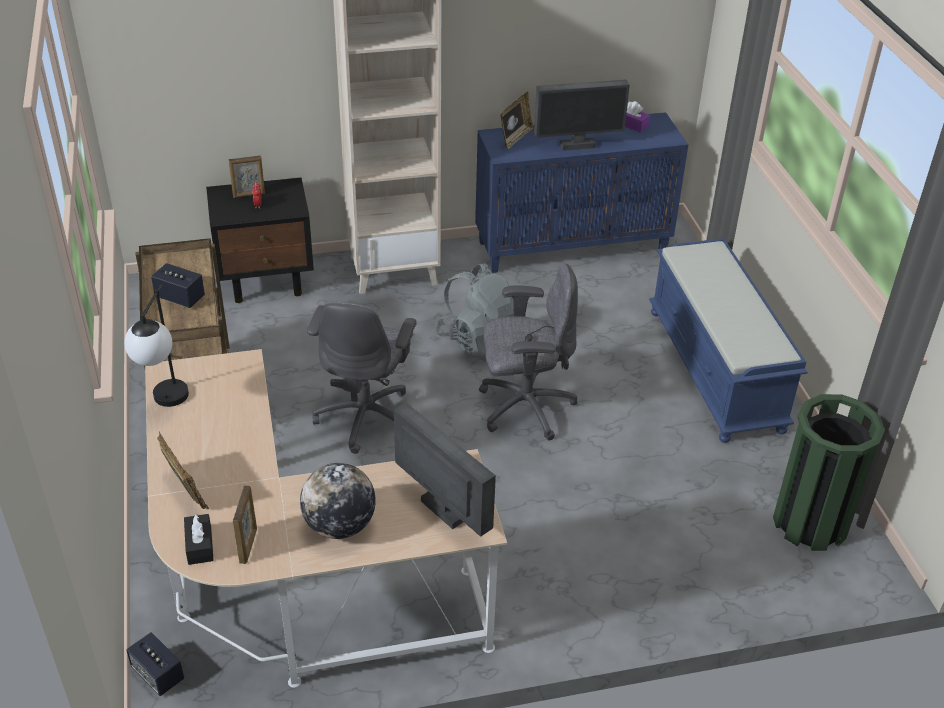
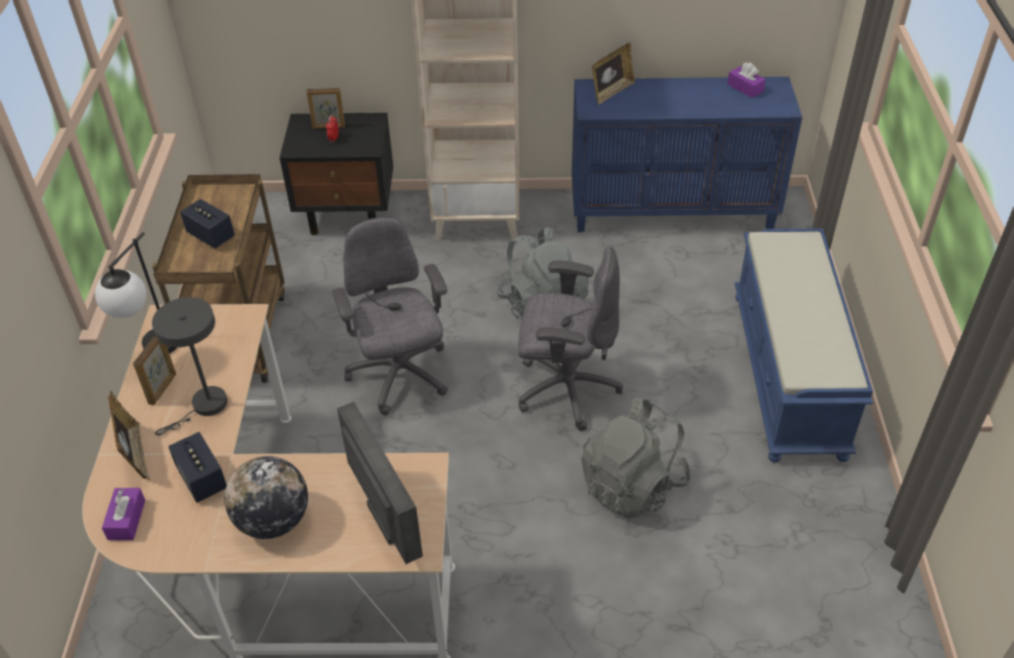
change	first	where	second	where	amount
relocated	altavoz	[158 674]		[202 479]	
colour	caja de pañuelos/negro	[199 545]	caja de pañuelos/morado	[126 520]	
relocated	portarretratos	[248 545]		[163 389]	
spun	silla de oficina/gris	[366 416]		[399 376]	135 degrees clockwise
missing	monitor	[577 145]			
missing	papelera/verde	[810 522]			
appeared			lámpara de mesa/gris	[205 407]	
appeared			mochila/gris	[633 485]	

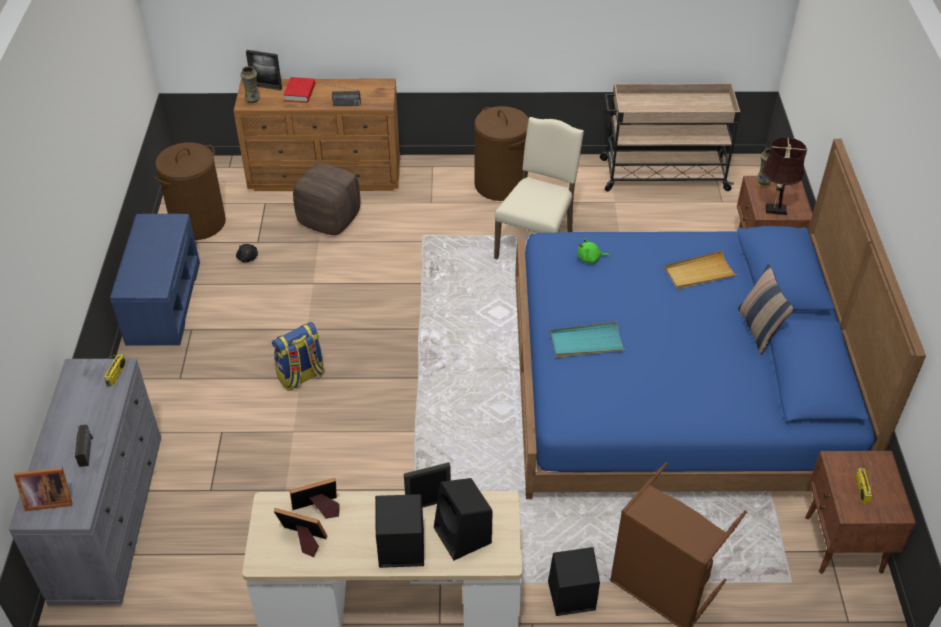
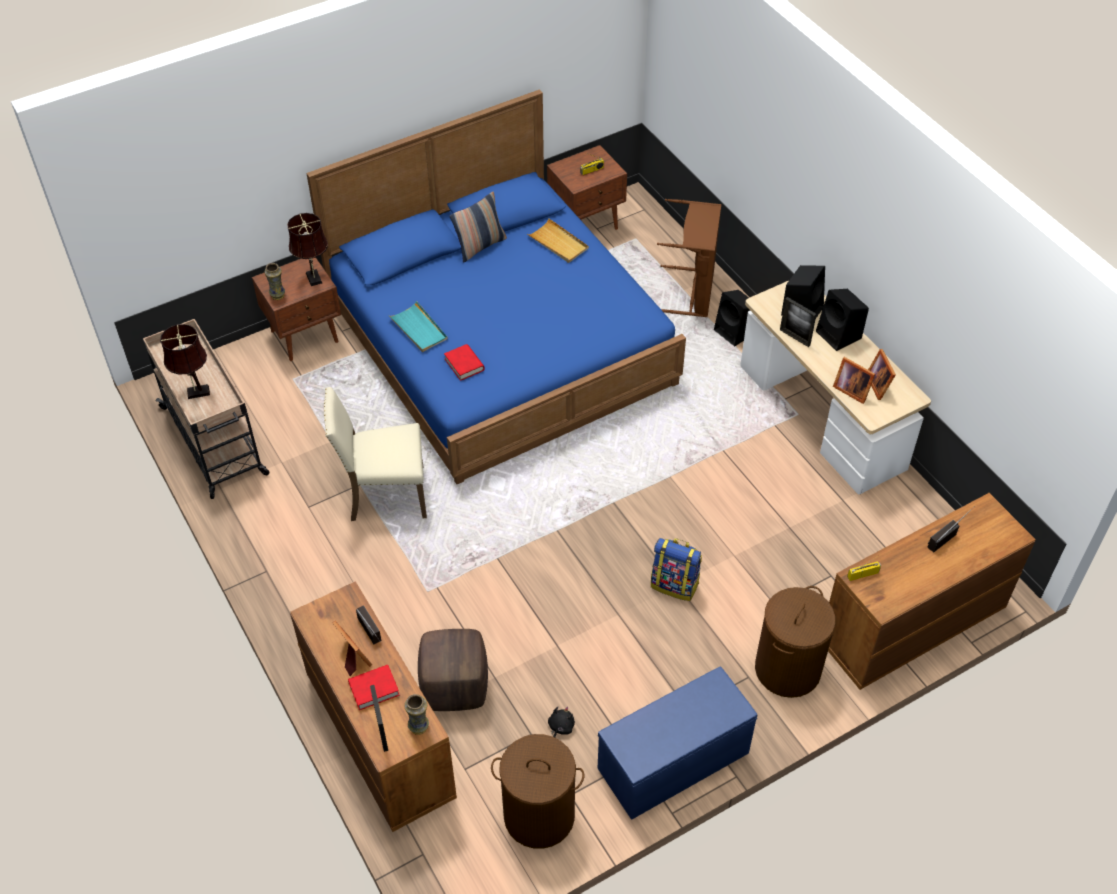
change	first	where	second	where	amount
colour	cómoda/gris	[109 517]	cómoda/marrón	[911 626]	
relocated	portarretratos	[48 499]		[352 658]	
relocated	cesto de la ropa/marrón	[500 185]		[787 669]	
relocated	bandeja/turquesa	[586 342]		[418 329]	
exchanged	peluche/verde	[590 259]	libro/rojo	[464 364]	
relocated	bandeja/beis	[699 273]		[558 243]	
appeared			lámpara de mesa/marrón	[196 392]	

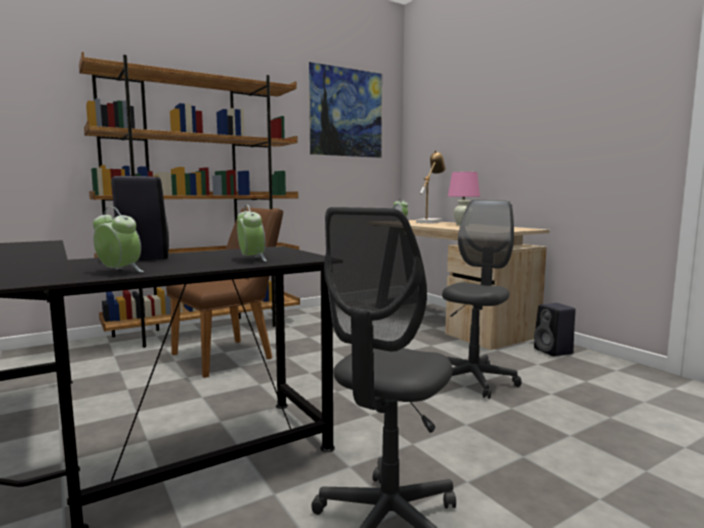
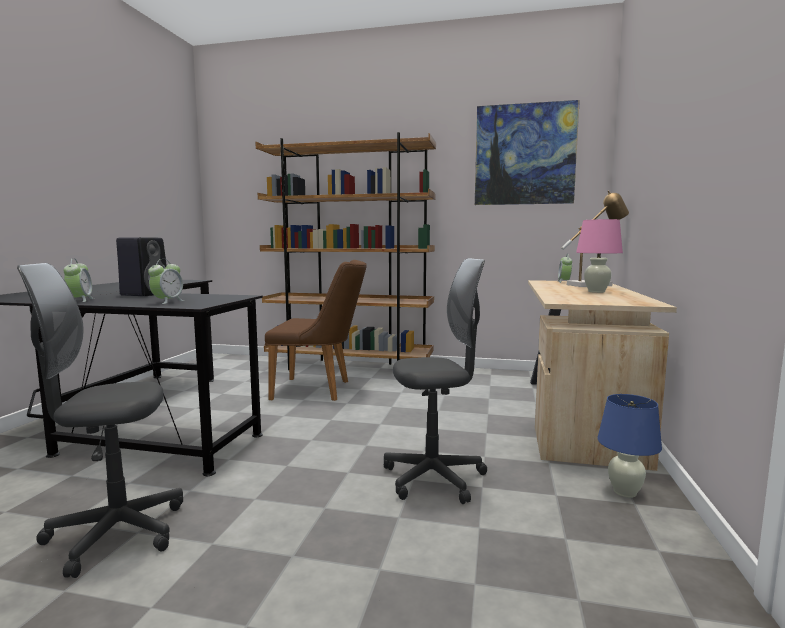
change	first	where	second	where	amount
exchanged	altavoz/negro	[554 351]	lámpara de mesa/azul	[625 492]	

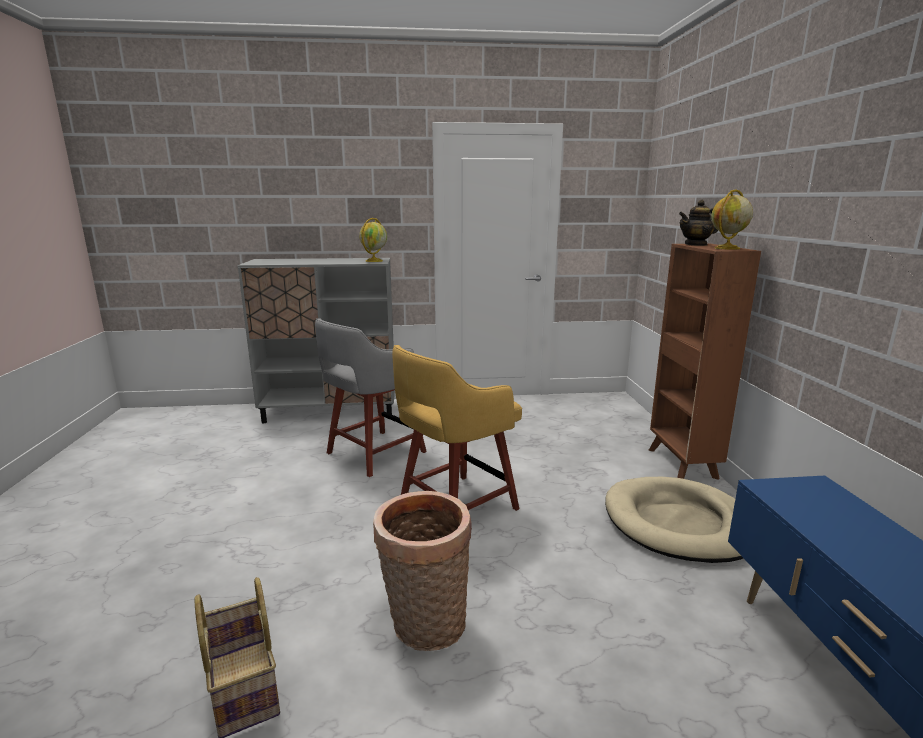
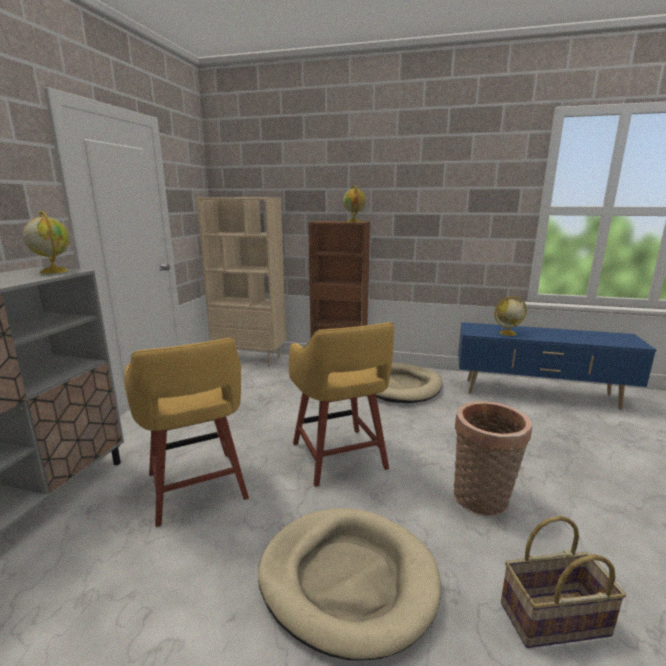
change	first	where	second	where	amount
colour	taburete/gris	[373 453]	taburete/amarillo	[196 488]	
missing	tetera	[696 244]			
appeared			estantería/beis	[250 358]	
appeared			cama para perro/beis	[347 580]	
appeared			globo terráqueo	[507 333]	

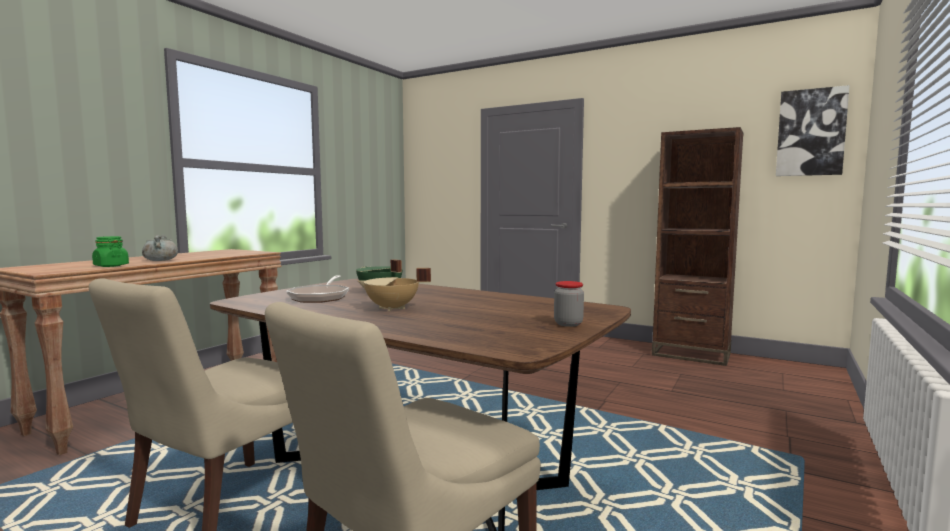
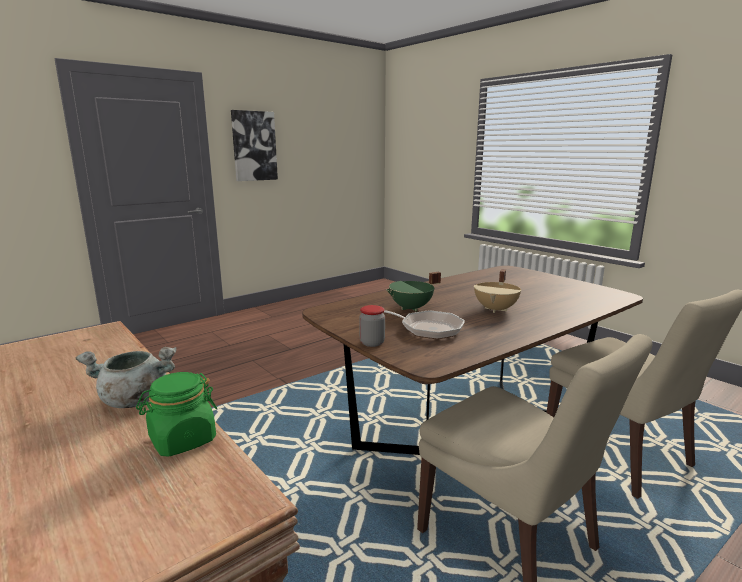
change	first	where	second	where	amount
relocated	tarro	[568 324]		[372 343]	
missing	estantería/marrón	[691 354]			
relocated	cuadro	[810 132]		[254 146]	

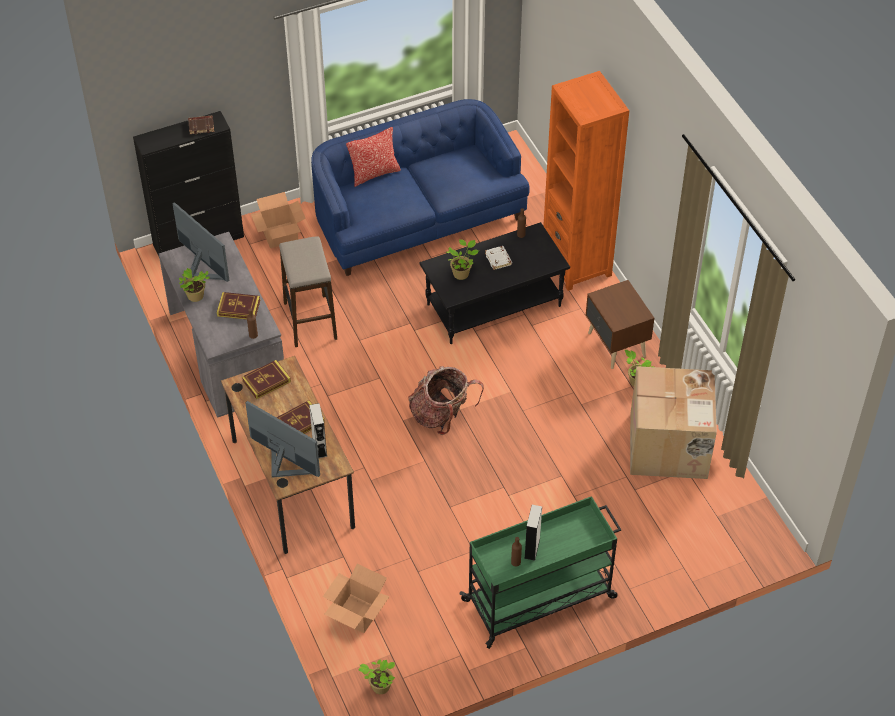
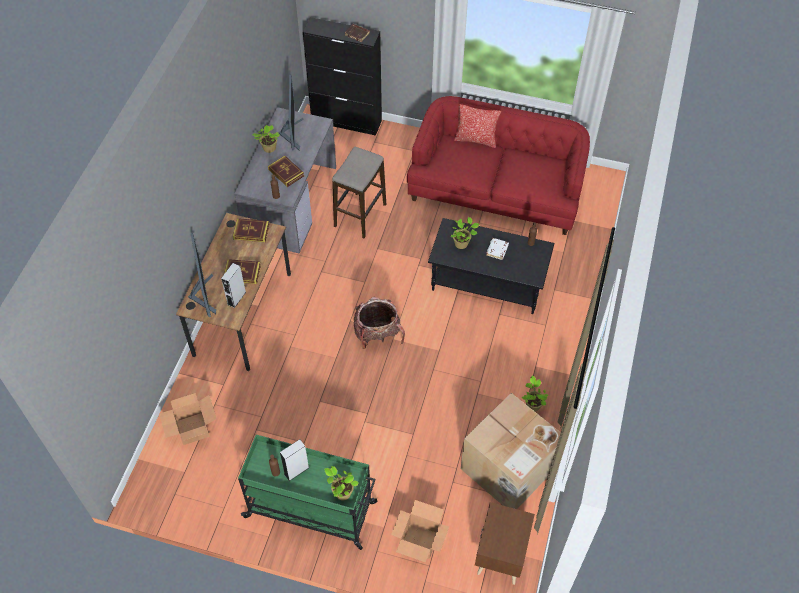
change	first	where	second	where	amount
relocated	caja de cartón	[280 234]		[420 541]	
colour	sofá/azul	[417 218]	sofá/rojo	[496 190]	
relocated	planta en maceta	[379 687]		[341 492]	
missing	estantería/naranja	[576 263]			
relocated	mesita de noche/marrón	[616 346]		[500 556]	

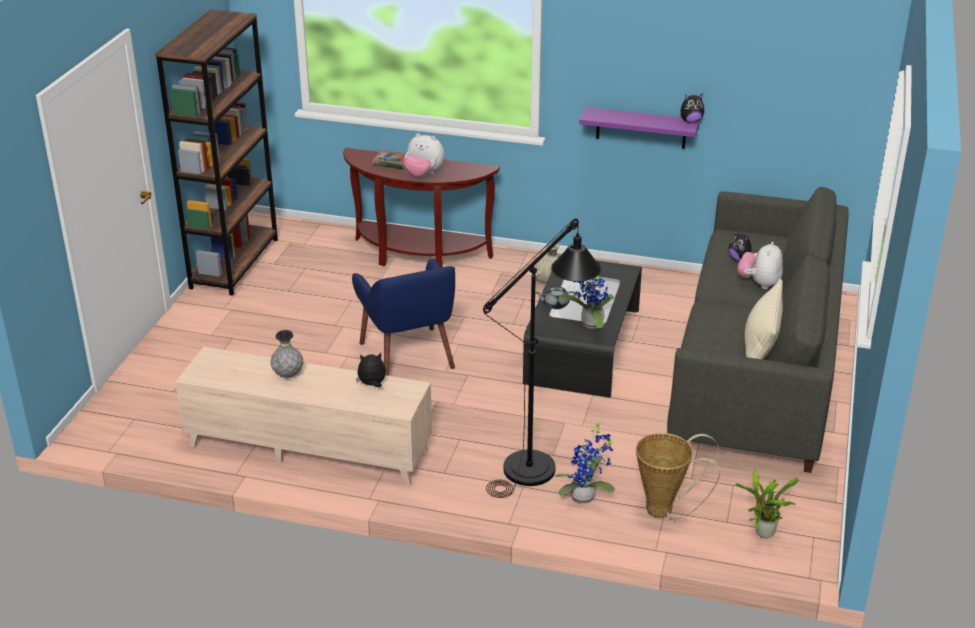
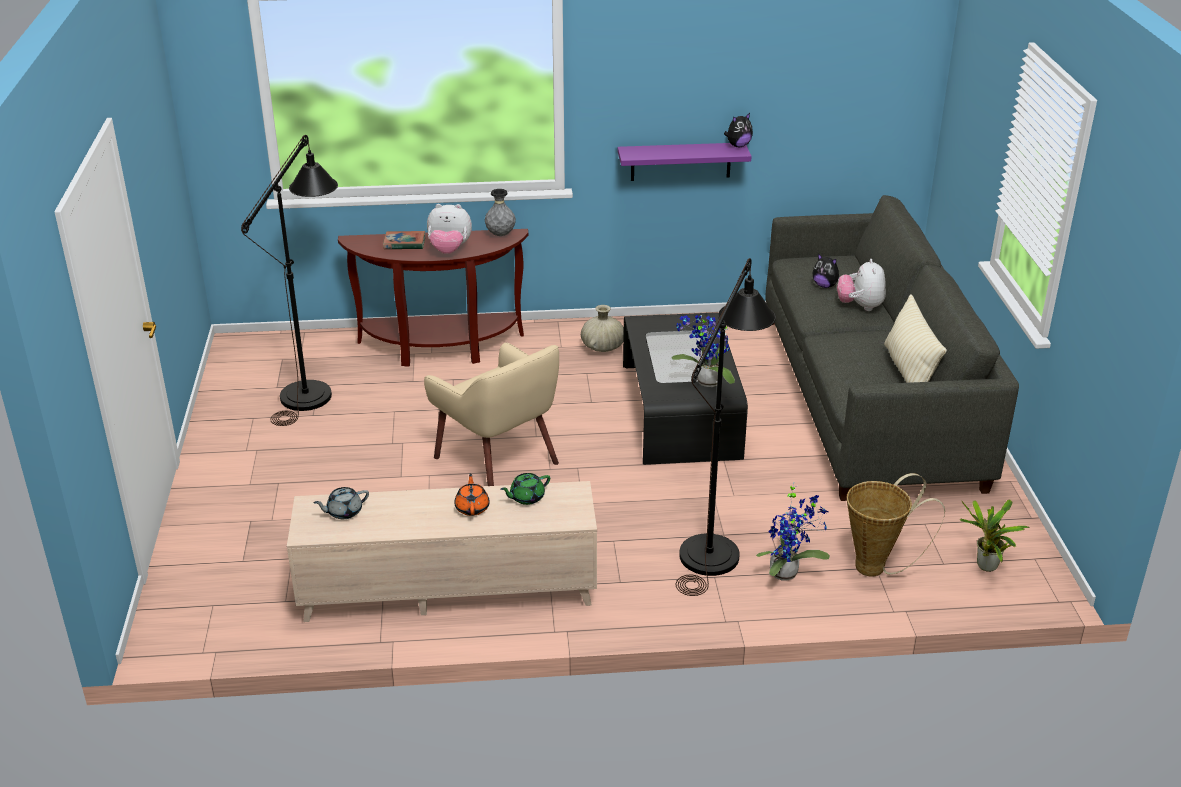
change	first	where	second	where	amount
missing	estantería/marrón	[234 263]			
relocated	florero/gris	[288 375]		[500 234]	
colour	sillón/azul	[408 356]	sillón/beis	[498 460]	
exchanged	peluche	[372 384]	tetera/verde	[526 497]	
relocated	tetera/gris	[555 304]		[343 512]	
appeared			lámpara de pie/negro	[314 389]	
appeared			tetera/naranja	[472 507]	

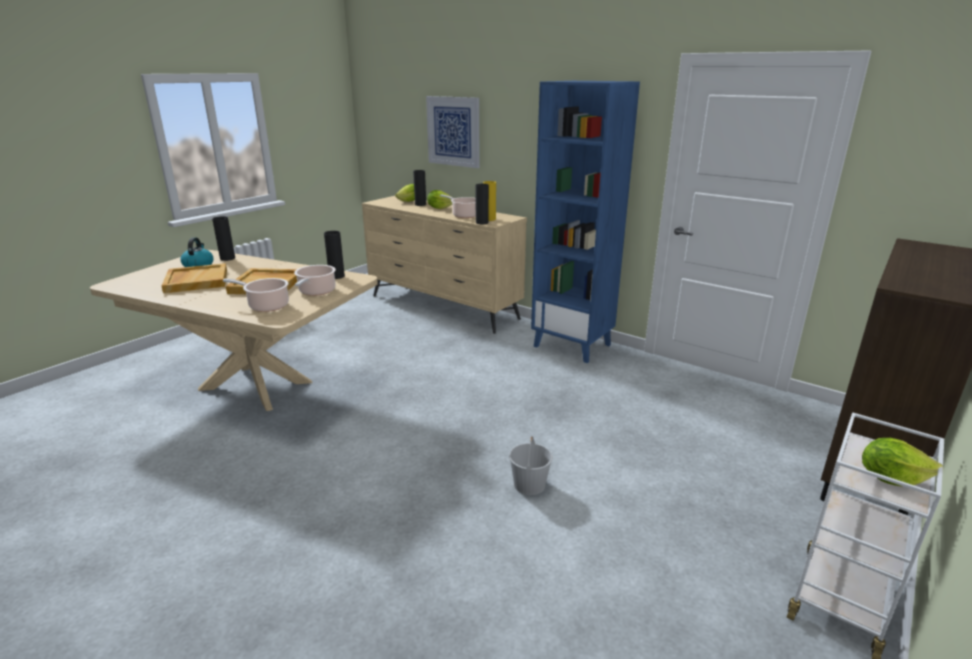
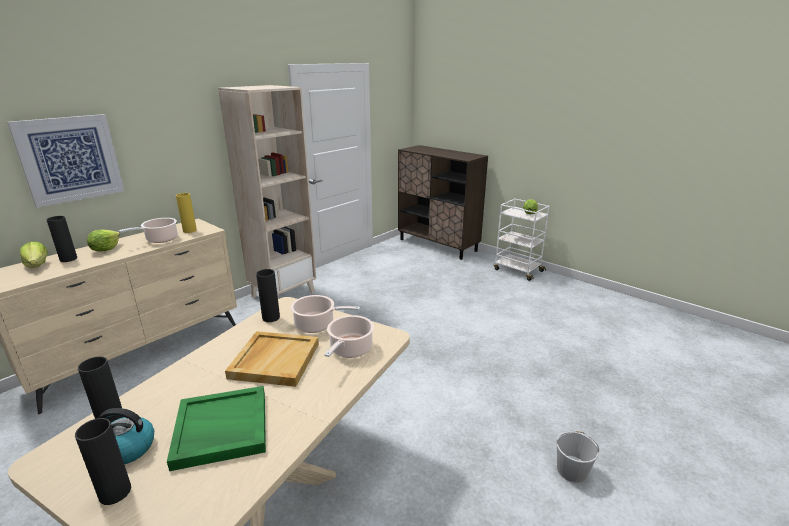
change	first	where	second	where	amount
colour	bandeja/beis	[196 281]	bandeja/verde	[220 429]	
relocated	florero/negro	[482 222]		[115 492]	
relocated	cubo/blanco	[529 484]		[571 470]	
colour	estantería/azul	[573 345]	estantería/beis	[283 294]	

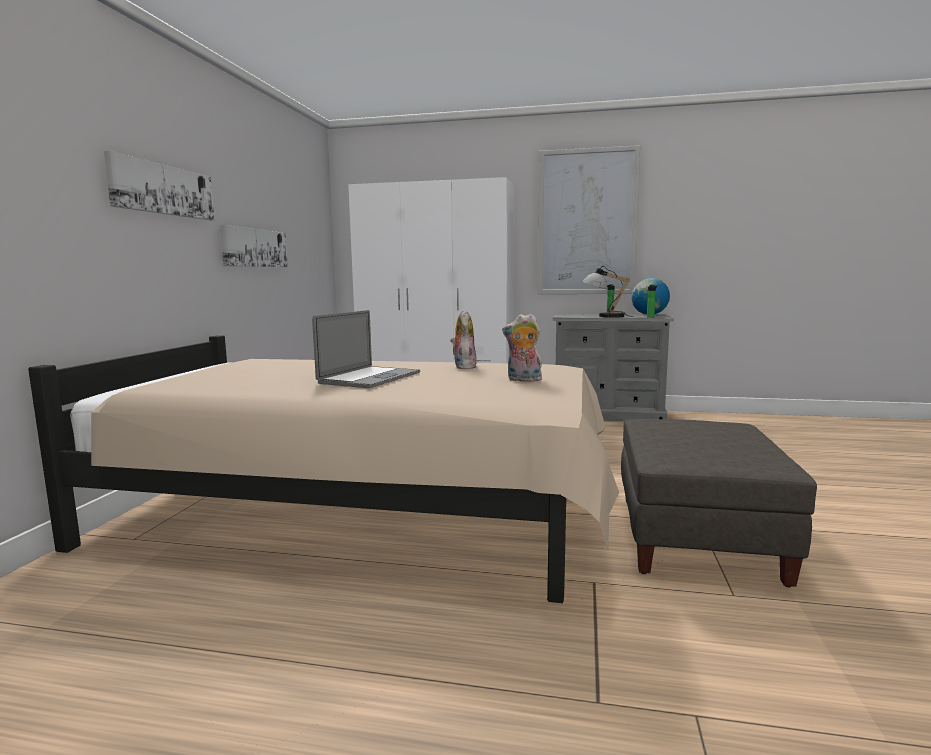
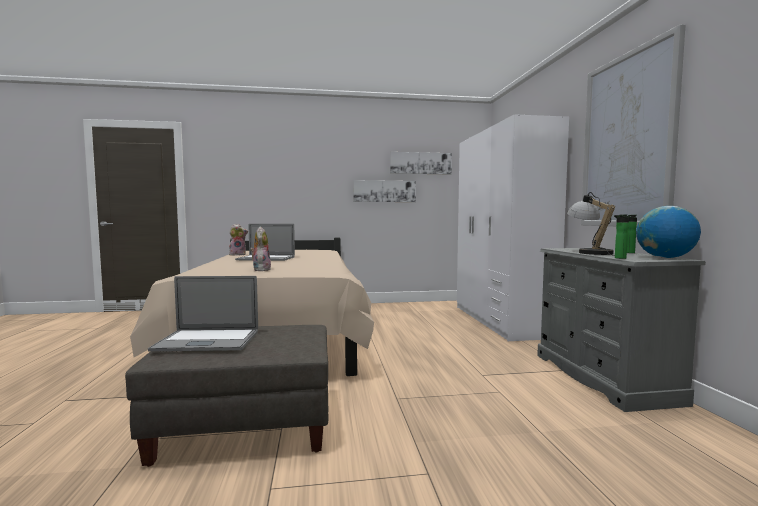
change	first	where	second	where	amount
relocated	cuadro	[163 190]		[420 163]	
relocated	peluche	[463 367]		[238 255]	
appeared			portátil	[207 341]	

